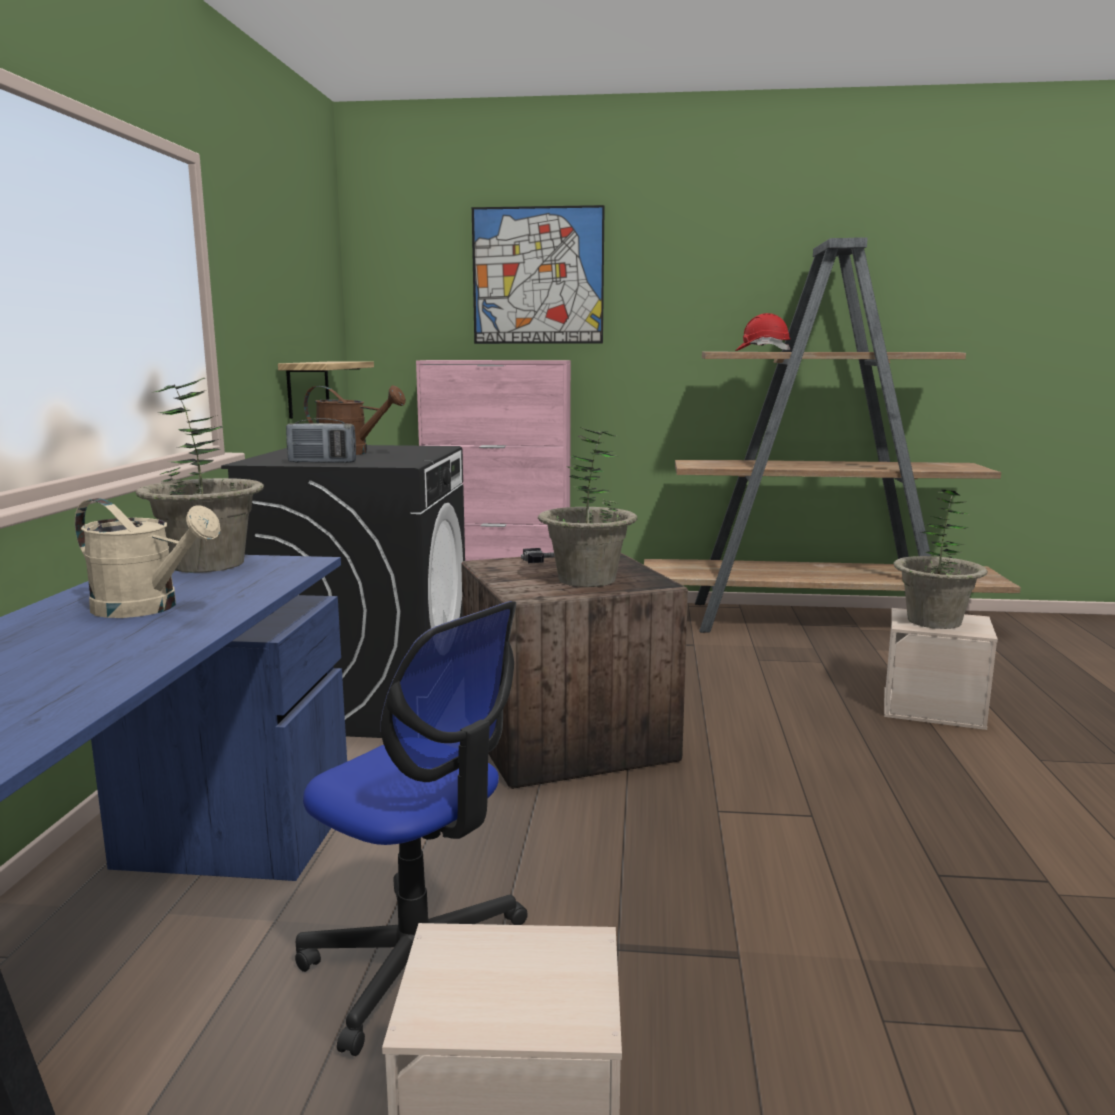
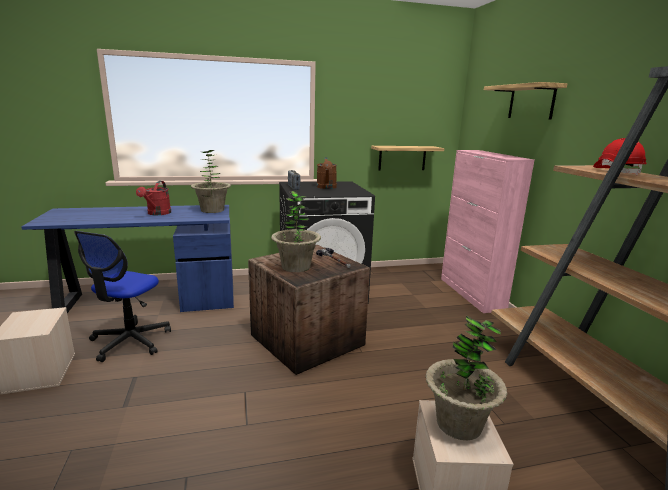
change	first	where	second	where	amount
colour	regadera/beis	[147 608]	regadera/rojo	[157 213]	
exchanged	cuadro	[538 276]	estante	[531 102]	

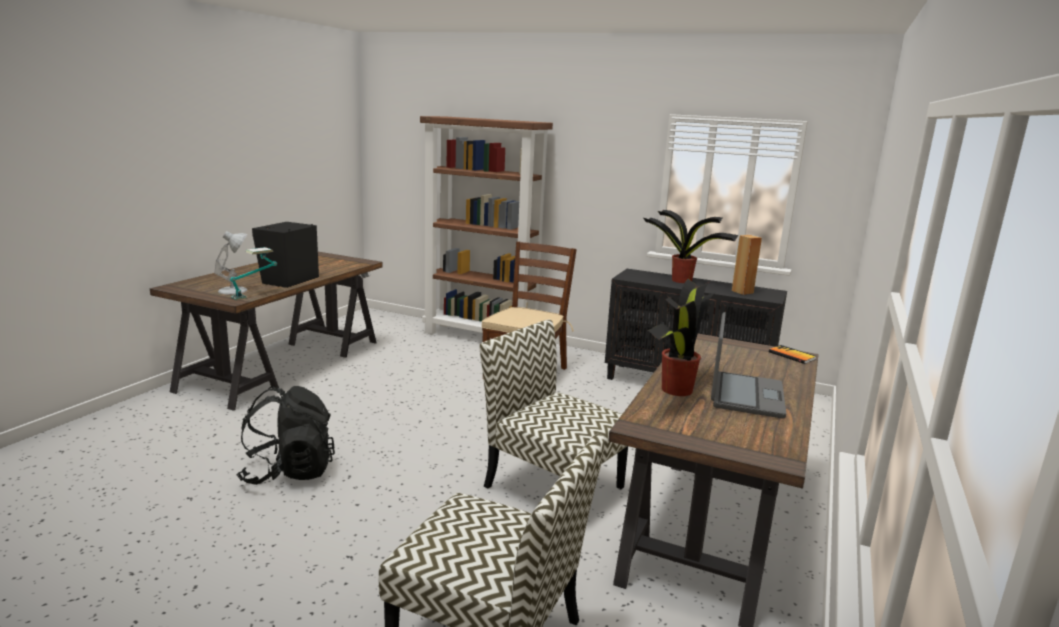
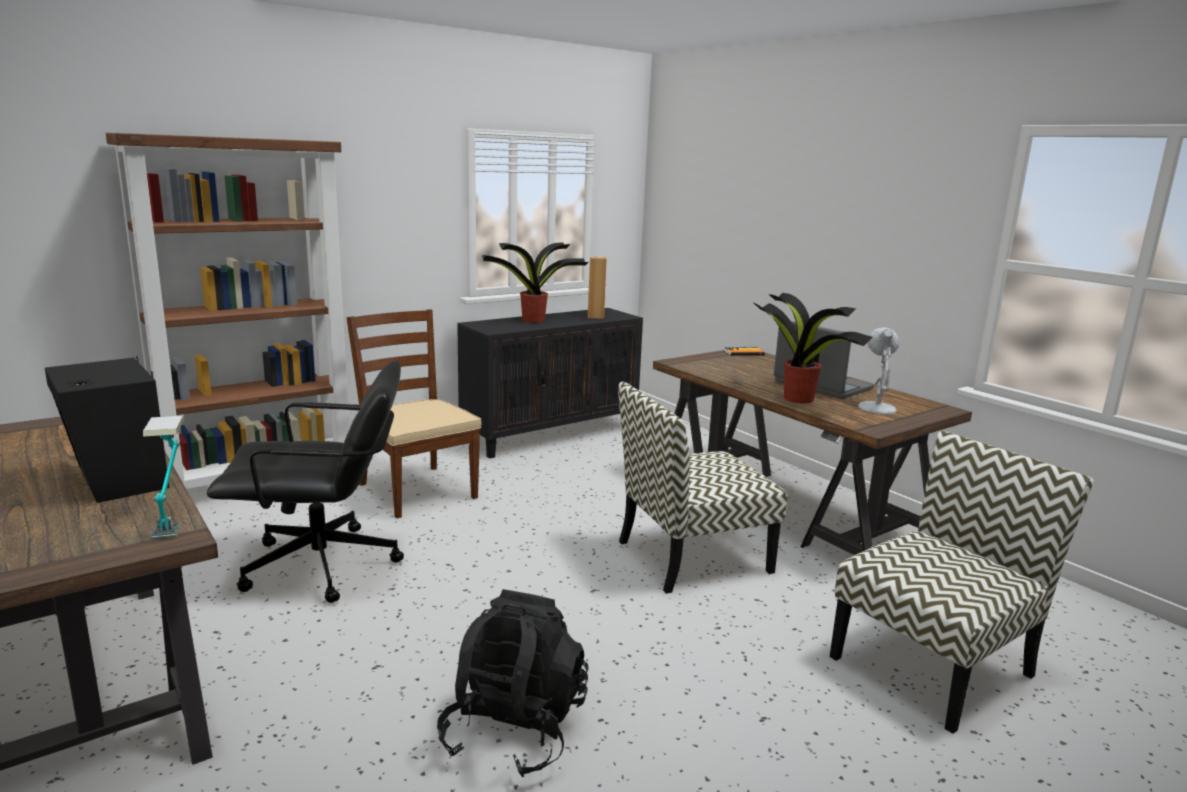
change	first	where	second	where	amount
relocated	lámpara de mesa/blanco	[234 290]		[876 407]	
appeared			silla de oficina/negro	[323 566]	

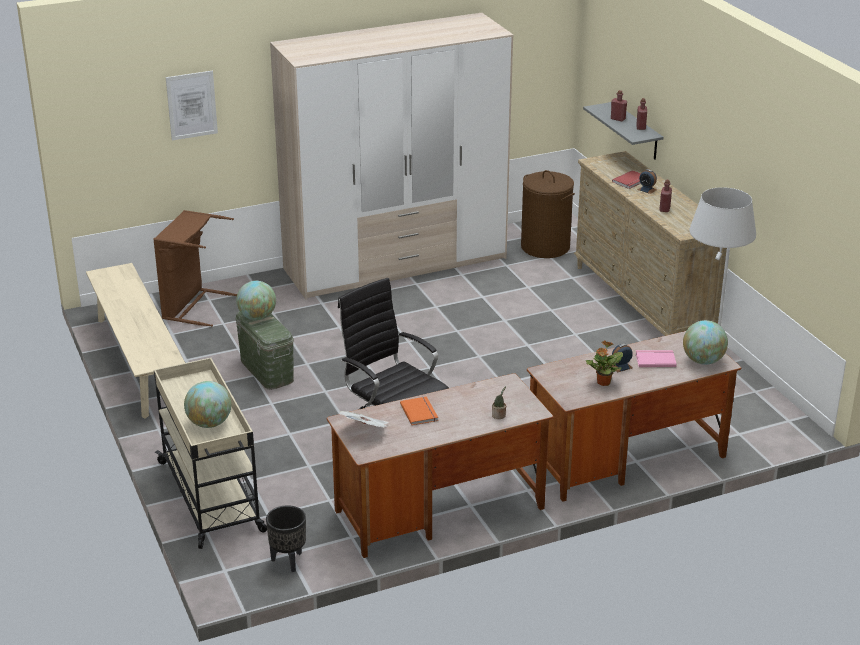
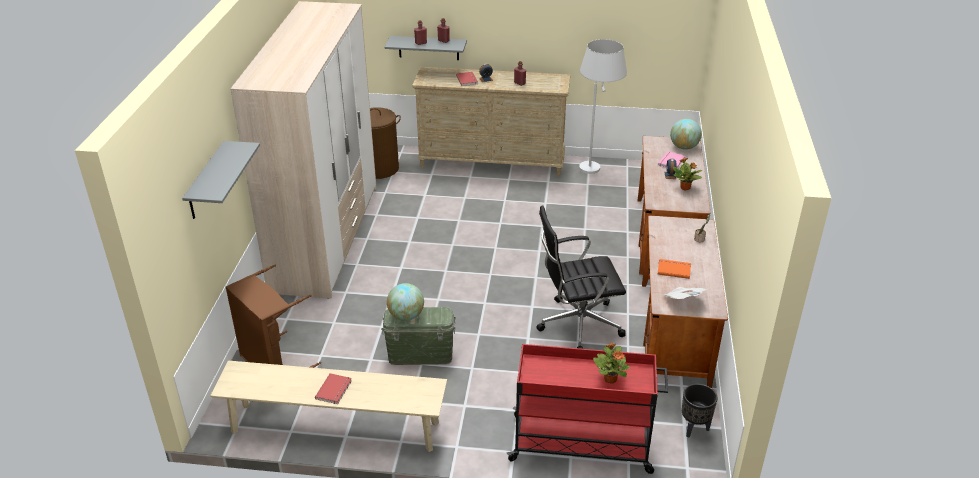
change	first	where	second	where	amount
colour	carrito/beis	[211 497]	carrito/rojo	[583 445]	
exchanged	cuadro	[191 105]	estante/gris	[206 181]	
exchanged	globo terráqueo	[209 423]	planta en maceta	[610 379]	
appeared			libro/rojo	[335 390]	

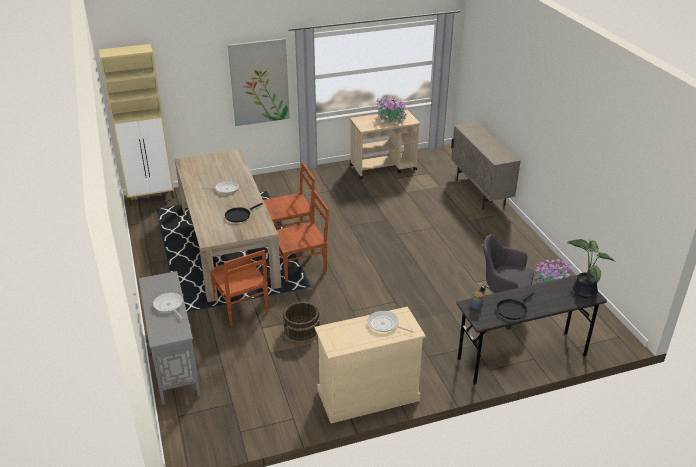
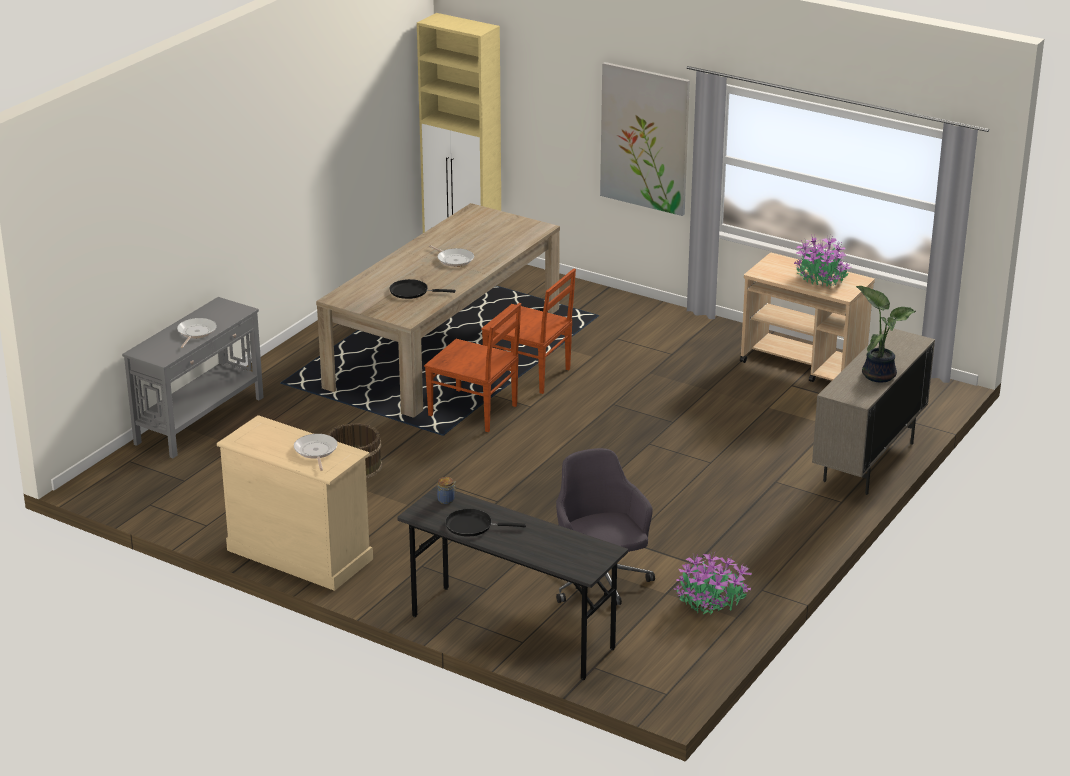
change	first	where	second	where	amount
missing	silla/marrón	[241 307]			
relocated	planta en maceta	[582 291]		[878 374]	

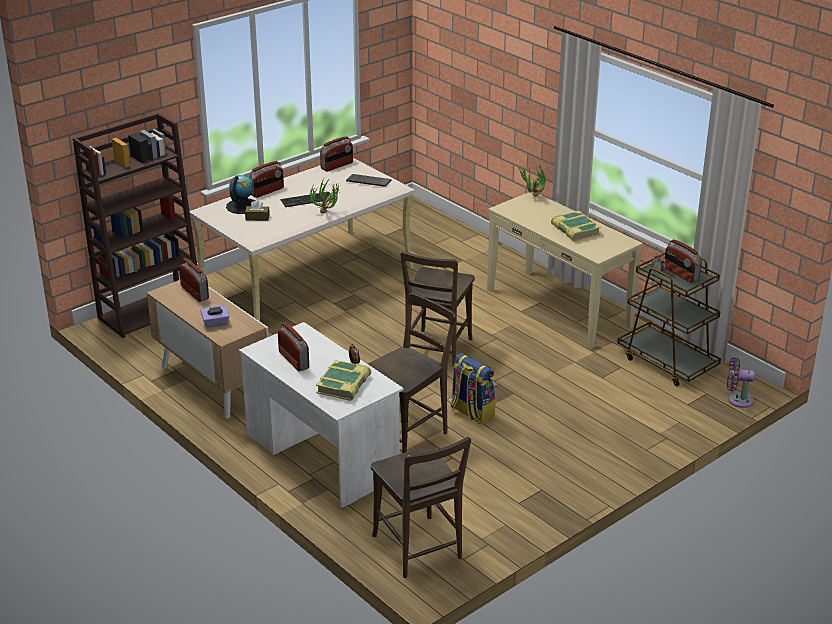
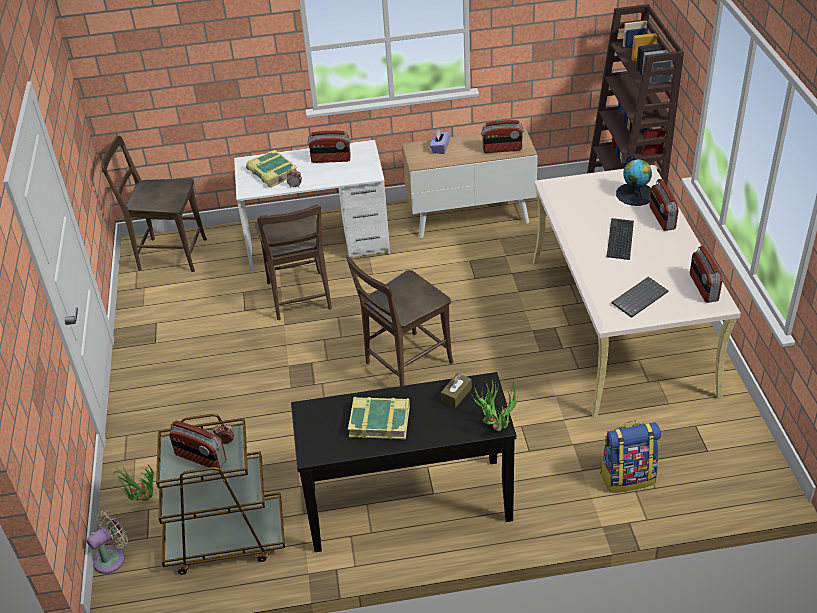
change	first	where	second	where	amount
relocated	caja de pañuelos/marrón	[257 217]		[456 395]	
relocated	planta en maceta	[327 213]		[142 502]	
spun	silla/marrón	[436 351]		[404 365]	90 degrees counterclockwise
relocated	mochila	[471 412]		[627 477]	
colour	mesa consola/beis	[558 307]	mesa consola/negro	[408 504]	
spun	radio	[680 274]		[200 458]	150 degrees counterclockwise
colour	ventilador/morado	[737 400]	ventilador/beis	[112 558]	

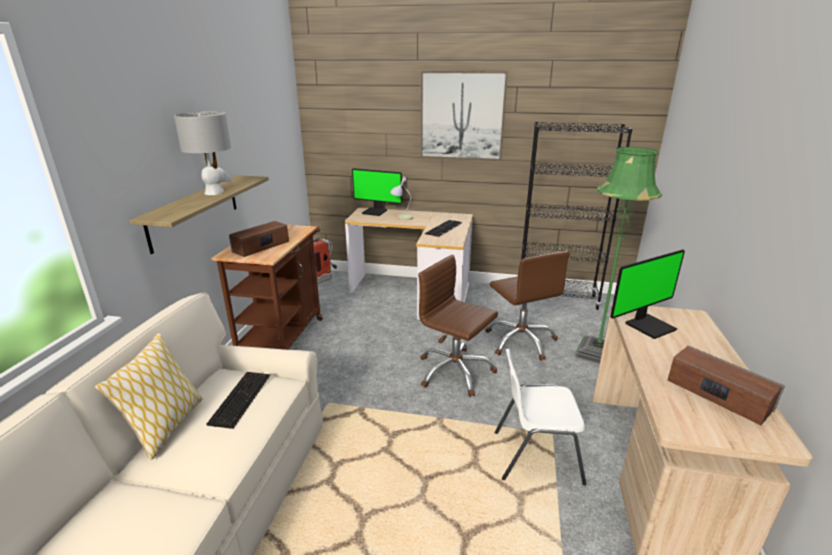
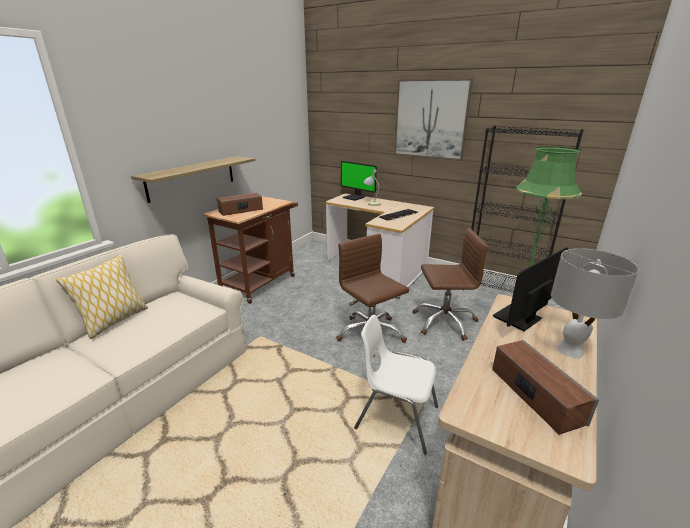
change	first	where	second	where	amount
relocated	lámpara de mesa/gris	[214 192]		[570 350]	
missing	teclado	[240 398]			
missing	extintor	[325 279]			
spun	silla de oficina/marrón	[521 341]		[444 321]	90 degrees counterclockwise
spun	monitor	[648 325]		[518 319]	150 degrees clockwise

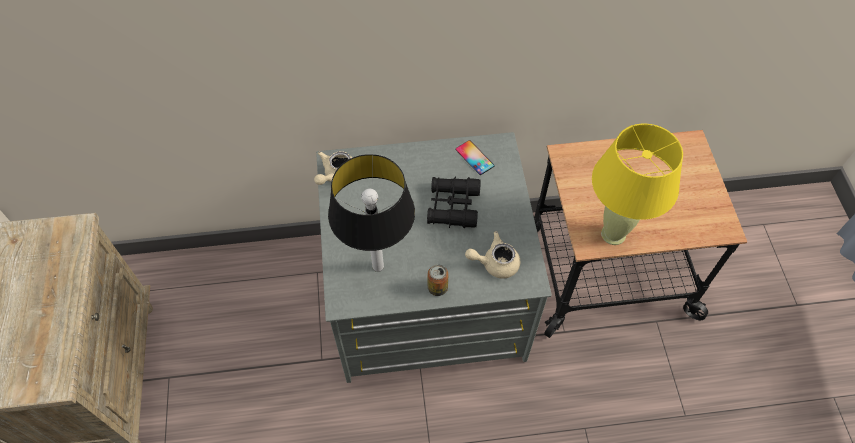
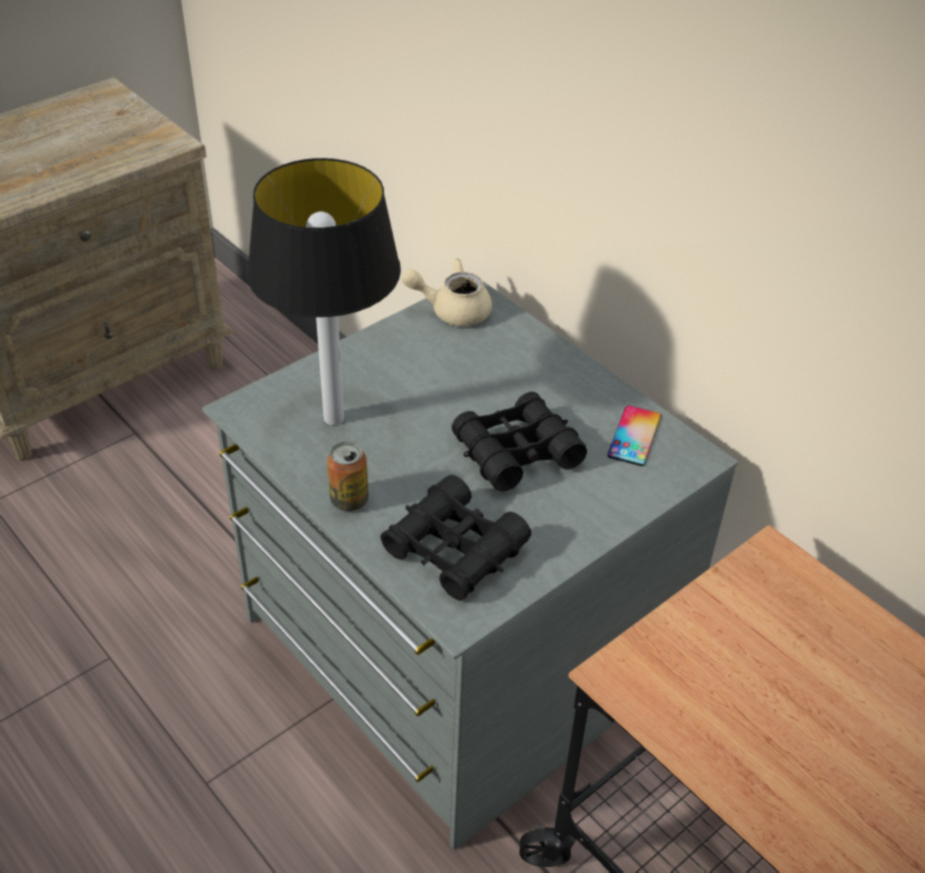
change	first	where	second	where	amount
exchanged	tetera/beis	[495 263]	prismáticos/negro	[454 549]	
missing	lámpara de mesa/amarillo	[613 234]			

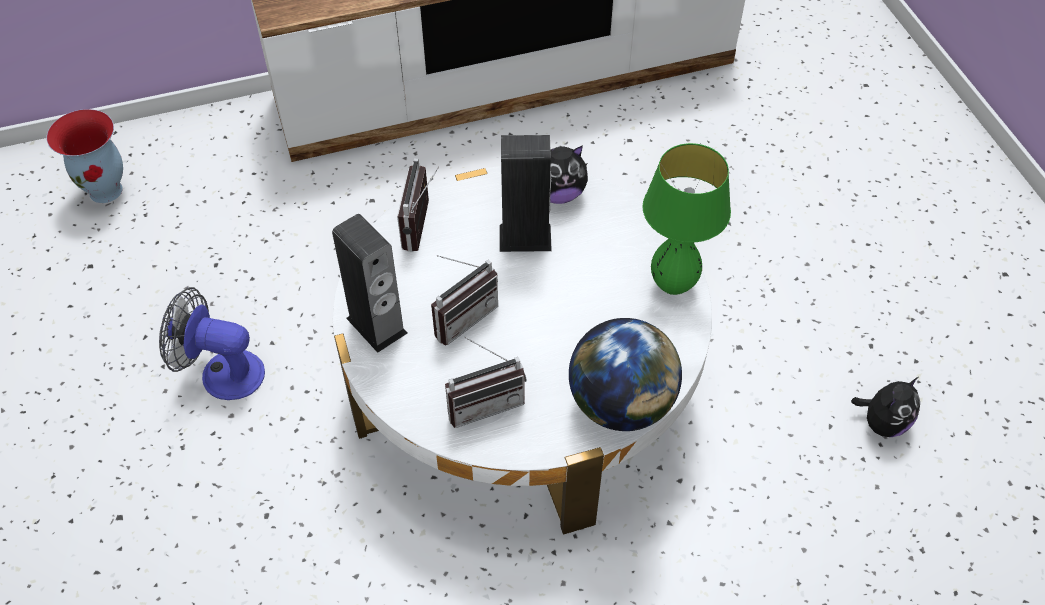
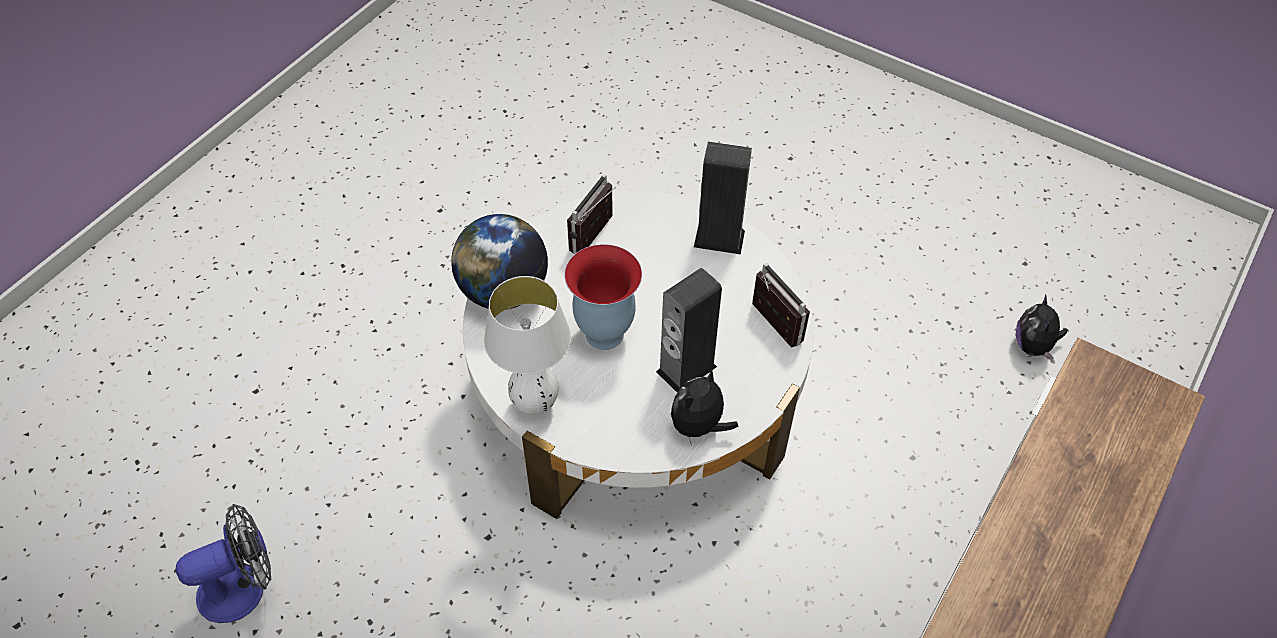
change	first	where	second	where	amount
relocated	florero	[107 190]		[604 335]	
relocated	ventilador	[222 373]		[243 587]	
missing	radio	[461 316]			
colour	lámpara de mesa/verde	[673 285]	lámpara de mesa/blanco	[535 405]	
relocated	peluche	[882 423]		[1033 346]	

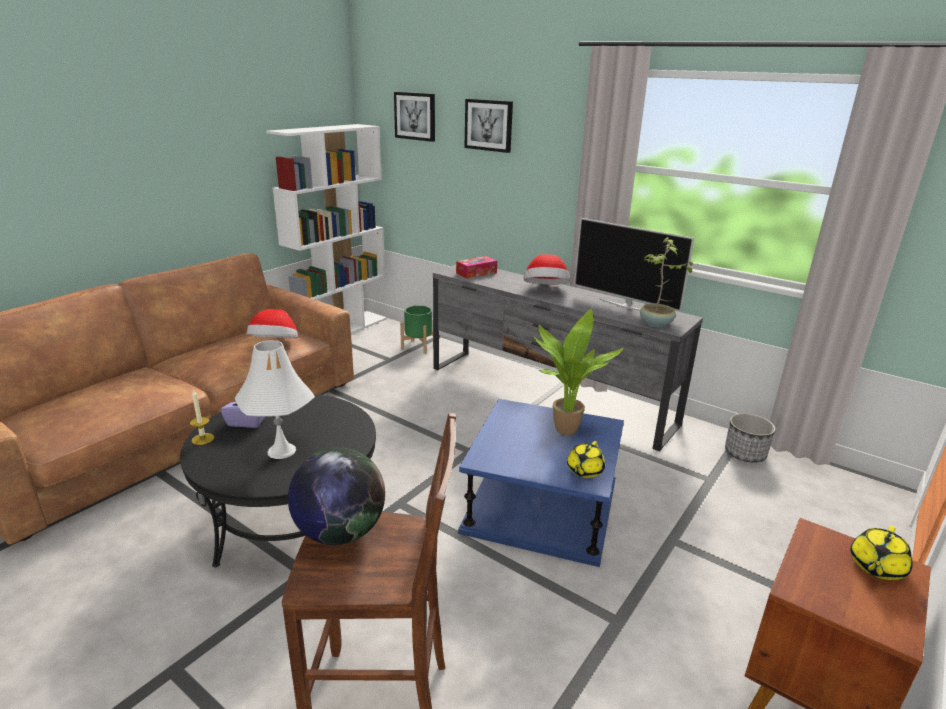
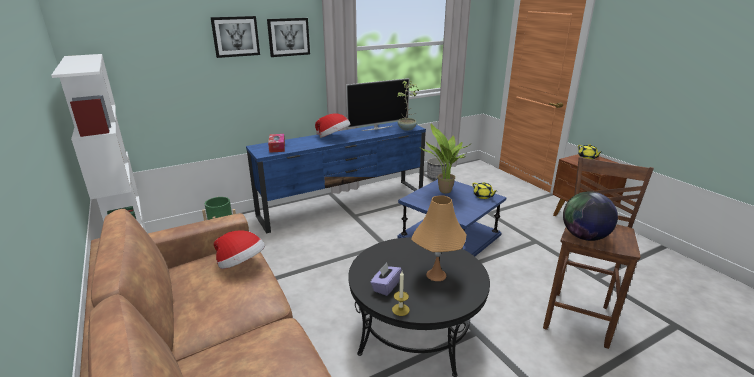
change	first	where	second	where	amount
colour	lámpara de mesa/blanco	[282 451]	lámpara de mesa/naranja	[436 275]	
relocated	cuadro	[415 116]		[288 37]	
colour	mueble de televisión/gris	[548 395]	mueble de televisión/azul	[344 204]	

